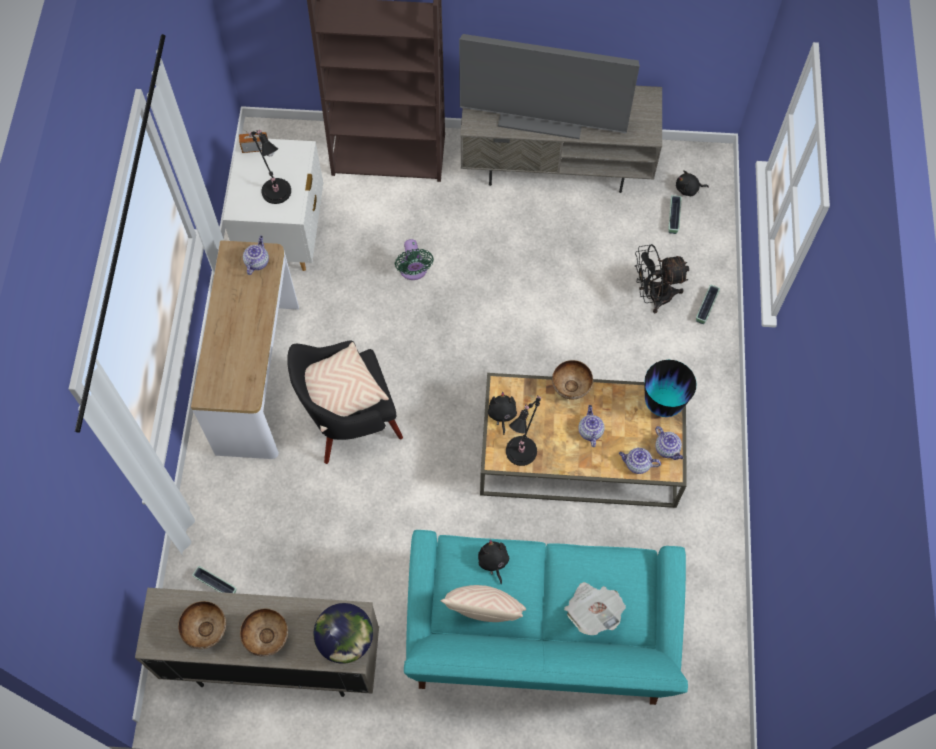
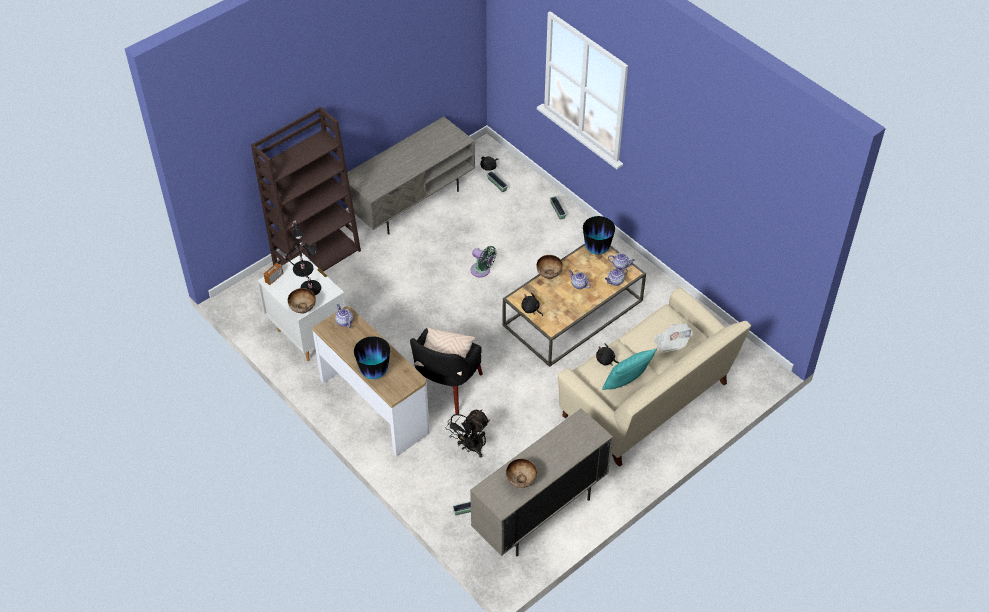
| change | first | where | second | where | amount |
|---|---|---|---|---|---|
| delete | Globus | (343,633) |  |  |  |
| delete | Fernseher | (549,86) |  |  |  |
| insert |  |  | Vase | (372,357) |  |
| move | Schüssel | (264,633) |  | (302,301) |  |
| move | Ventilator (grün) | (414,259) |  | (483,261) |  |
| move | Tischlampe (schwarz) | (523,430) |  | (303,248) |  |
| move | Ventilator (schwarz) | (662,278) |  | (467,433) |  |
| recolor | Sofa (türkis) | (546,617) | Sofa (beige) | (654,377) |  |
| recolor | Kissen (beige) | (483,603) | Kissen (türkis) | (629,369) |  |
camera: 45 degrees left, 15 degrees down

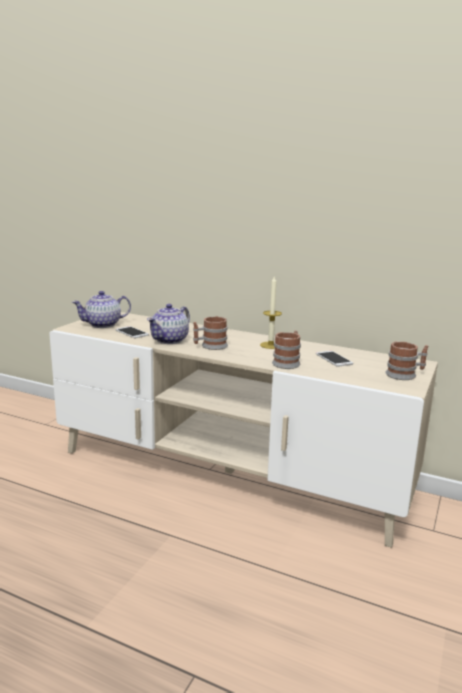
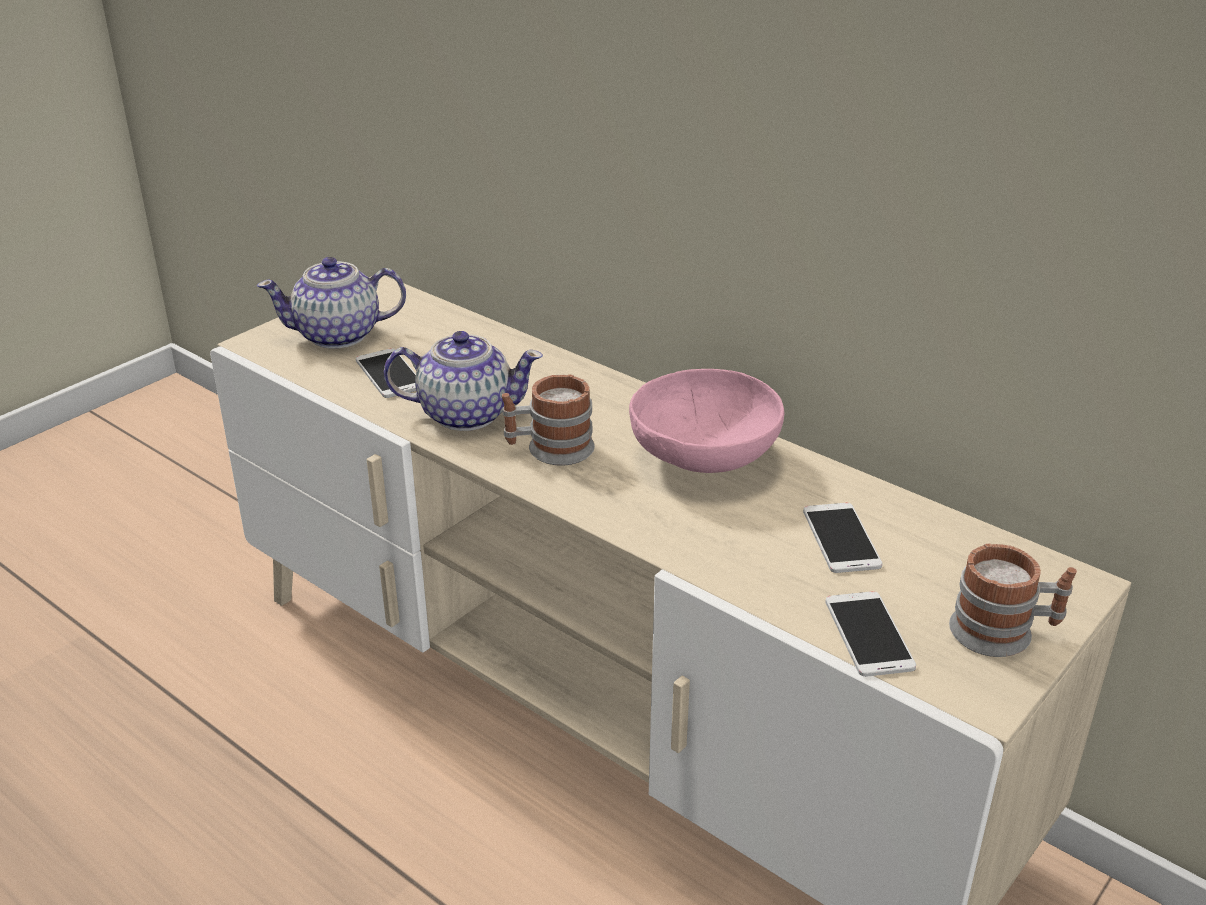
| change | first | where | second | where | amount |
|---|---|---|---|---|---|
| delete | Henkelbecher | (286,350) |  |  |  |
| insert |  |  | Handy | (870,634) |  |
| replace | Kerze | (271,312) | Schüssel (rosa) | (706,421) |  |
| rotate | Teekanne | (168,324) |  | (463,381) | 135 degrees counterclockwise |
camera: 15 degrees right, 15 degrees up

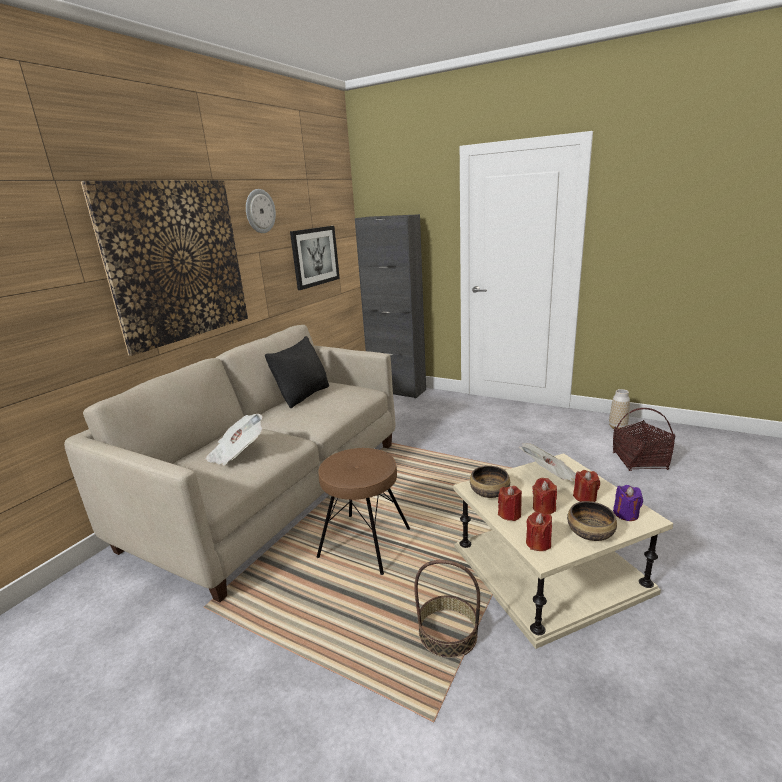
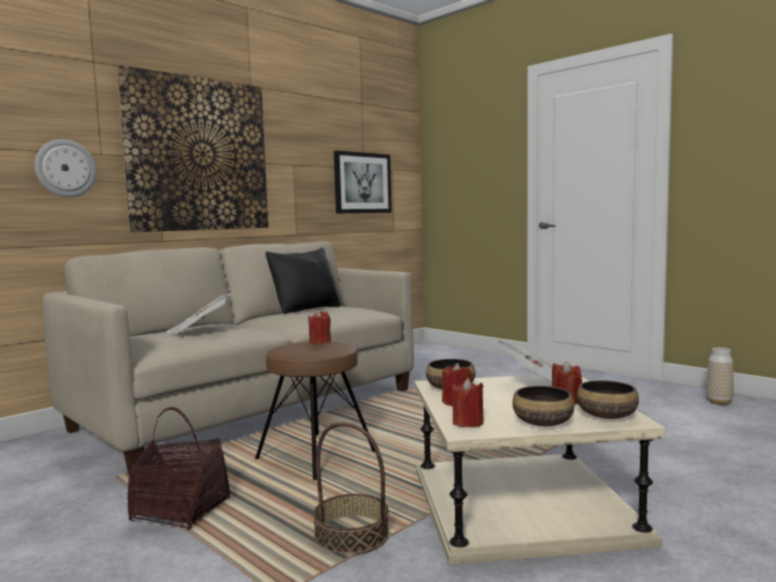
| change | first | where | second | where | amount |
|---|---|---|---|---|---|
| delete | Schrank (schwarz) | (390,306) |  |  |  |
| move | Wanduhr | (261,211) |  | (66,168) |  |
| move | Kerze (rot) | (544,496) |  | (319,327) |  |
| move | Korb | (644,439) |  | (178,468) |  |
| replace | Kerze (lila) | (628,503) | Schüssel | (608,399) |  |
camera: 15 degrees right, 15 degrees down

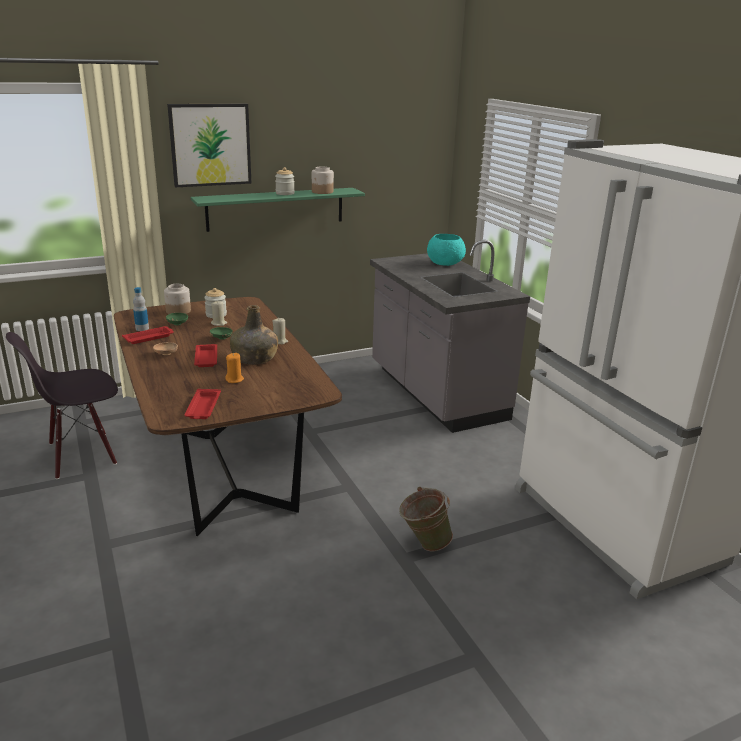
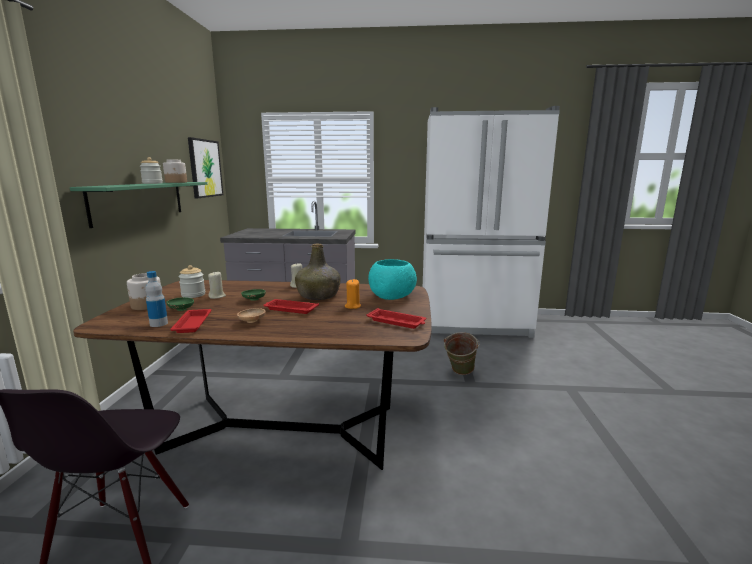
| change | first | where | second | where | amount |
|---|---|---|---|---|---|
| move | Bild | (209,145) |  | (205,167) |  |
| move | Schüssel (türkis) | (446,250) |  | (392,279) |  |
camera: 60 degrees left, 10 degrees down

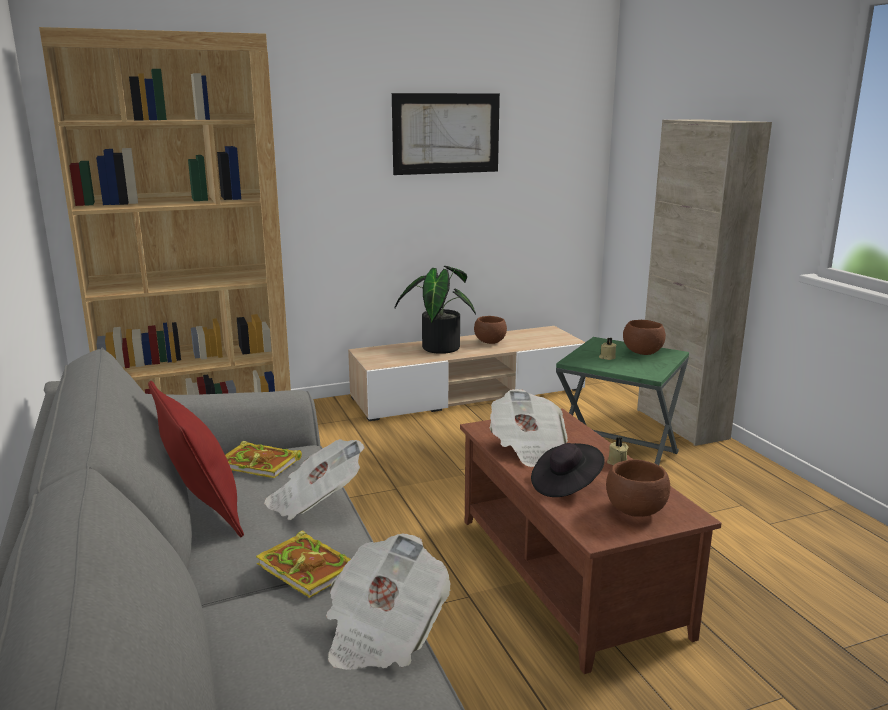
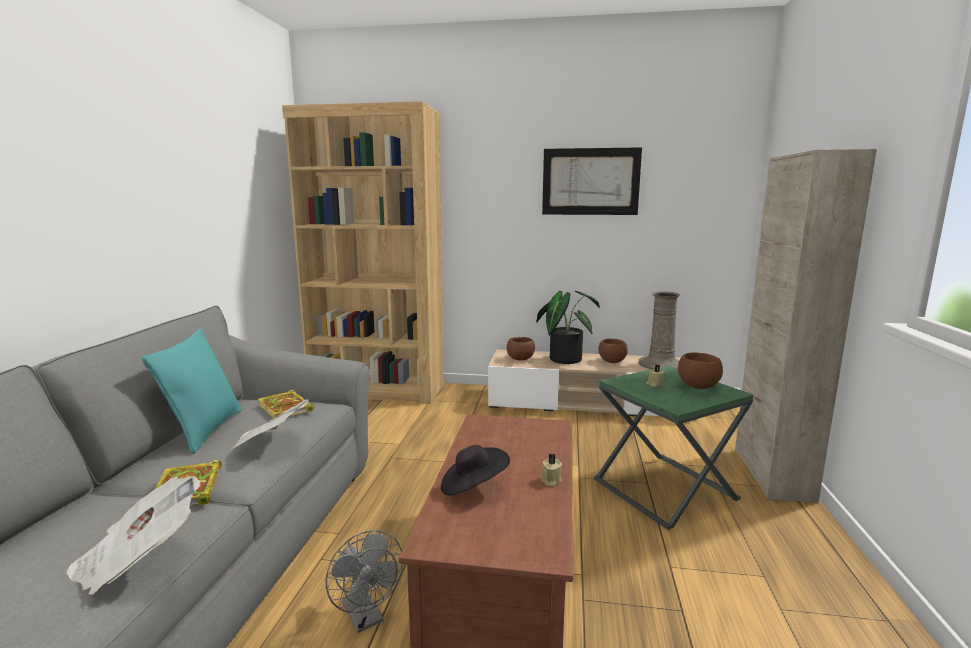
| change | first | where | second | where | amount |
|---|---|---|---|---|---|
| delete | Zeitung | (529,428) |  |  |  |
| insert |  |  | Ventilator (grau) | (364,581) |  |
| insert |  |  | Vase (beige) | (659,330) |  |
| move | Schüssel (braun) | (638,488) |  | (521,348) |  |
| recolor | Kissen (rot) | (196,459) | Kissen (türkis) | (191,391) |  |
camera: 30 degrees right, 5 degrees down

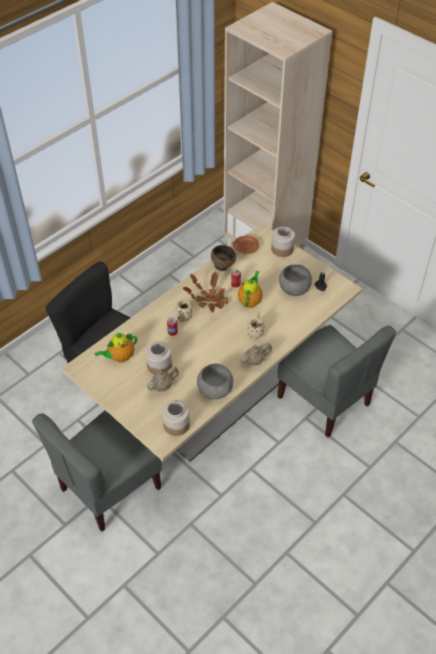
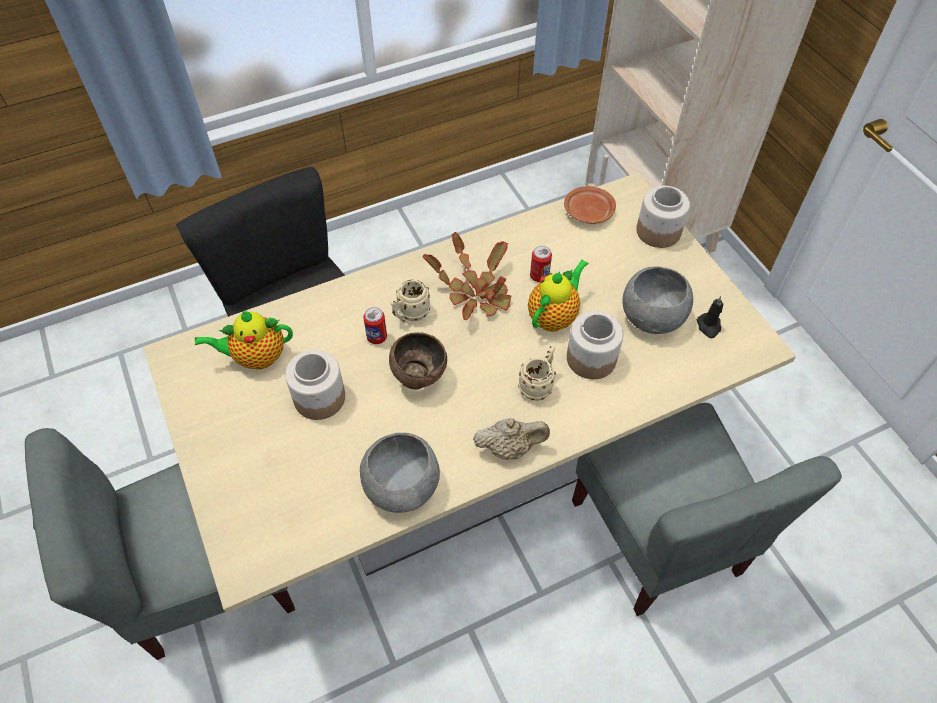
| change | first | where | second | where | amount |
|---|---|---|---|---|---|
| delete | Teekanne (beige) | (163,379) |  |  |  |
| move | Vorratsglas | (176,418) |  | (595,345) |  |
| move | Schüssel (braun) | (223,258) |  | (418,361) |  |
camera: 20 degrees right, 5 degrees up

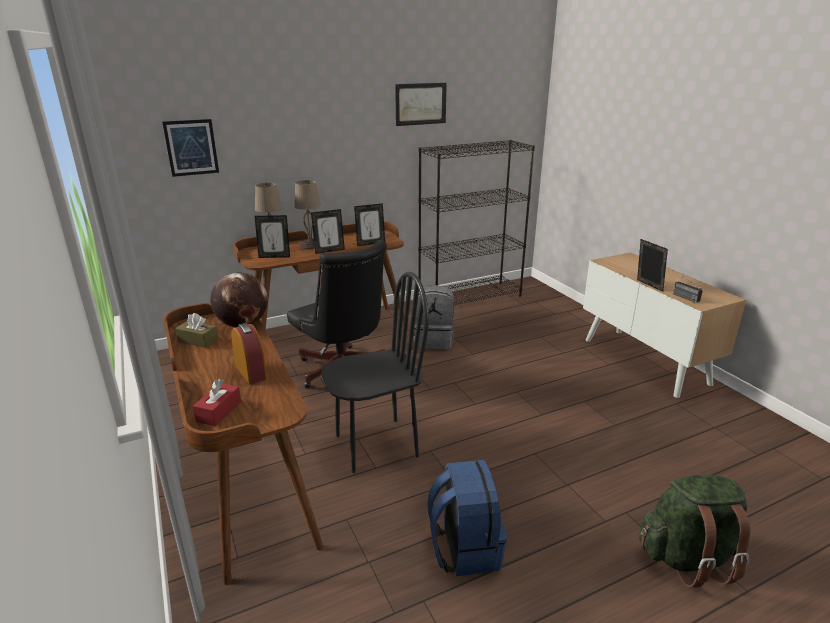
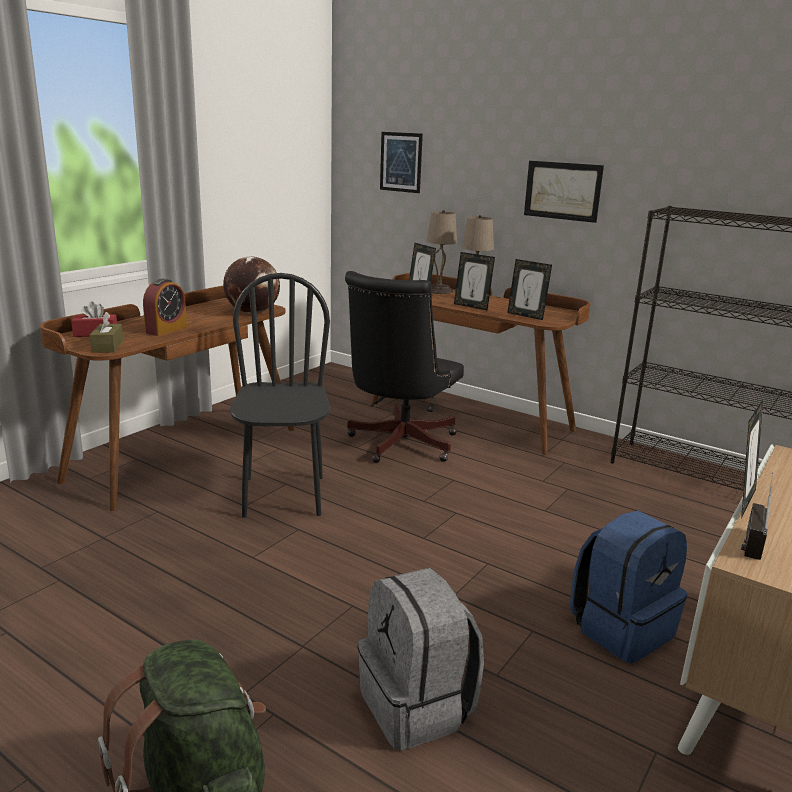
| change | first | where | second | where | amount |
|---|---|---|---|---|---|
| move | Taschentuchbox (braun) | (196,330) |  | (106,332) |  |
| move | Bild | (421,104) |  | (564,192) |  |
| move | Rucksack (grau) | (433,317) |  | (420,659) |  |
| move | Rucksack (blau) | (467,518) |  | (629,587) |  |
| rotate | Stuhl (schwarz) | (375,372) |  | (280,395) | 135 degrees counterclockwise |
camera: 60 degrees right, 5 degrees down

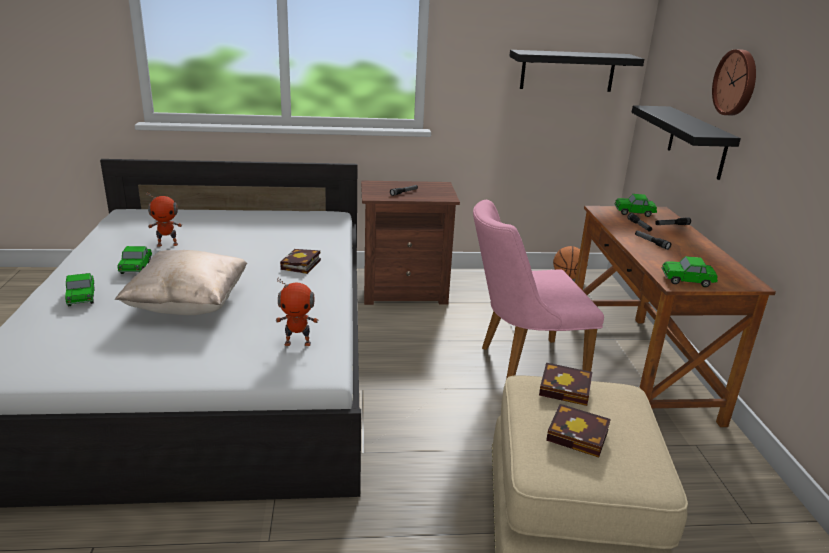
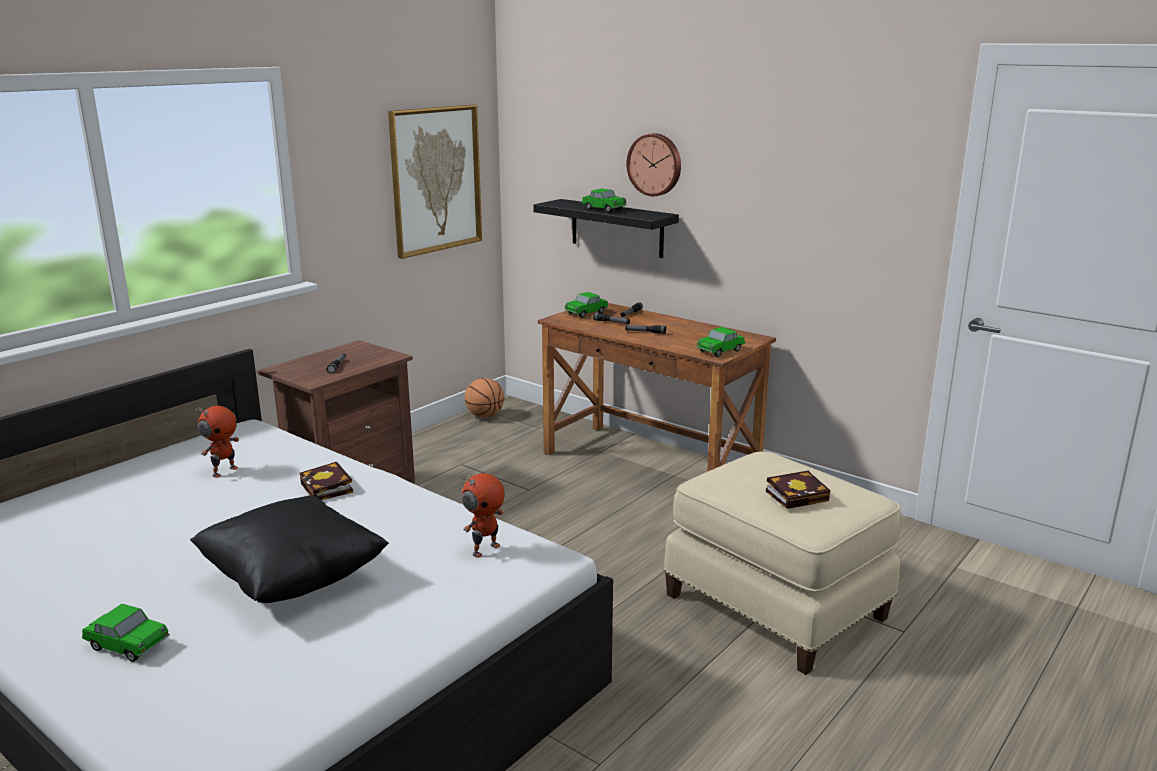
| change | first | where | second | where | amount |
|---|---|---|---|---|---|
| delete | Stuhl (rosa) | (538,289) |  |  |  |
| delete | Buch | (566,384) |  |  |  |
| move | Spielzeugauto | (135,260) |  | (604,200) |  |
| move | Spielzeugroboter | (164,219) |  | (217,442) |  |
| replace | Wandregal (schwarz) | (576,71) | Bild | (435,182) |  |
| recolor | Kissen (beige) | (181,282) | Kissen (schwarz) | (289,549) |  |
camera: 45 degrees left, 5 degrees down

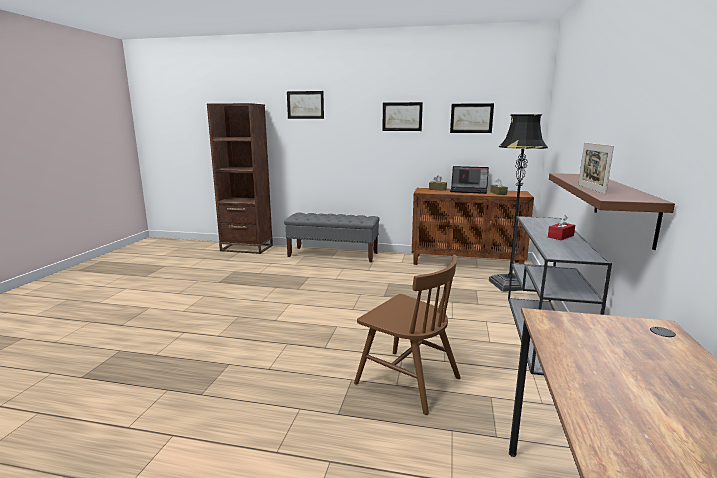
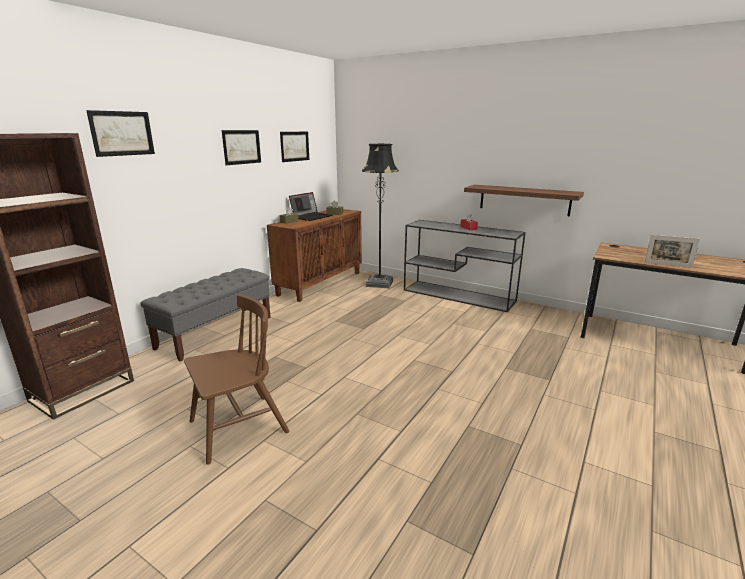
| change | first | where | second | where | amount |
|---|---|---|---|---|---|
| move | Stuhl (braun) | (407,334) |  | (237,380) |  |
| move | Bilderrahmen | (596,168) |  | (672,251) |  |
camera: 70 degrees left, 5 degrees up

